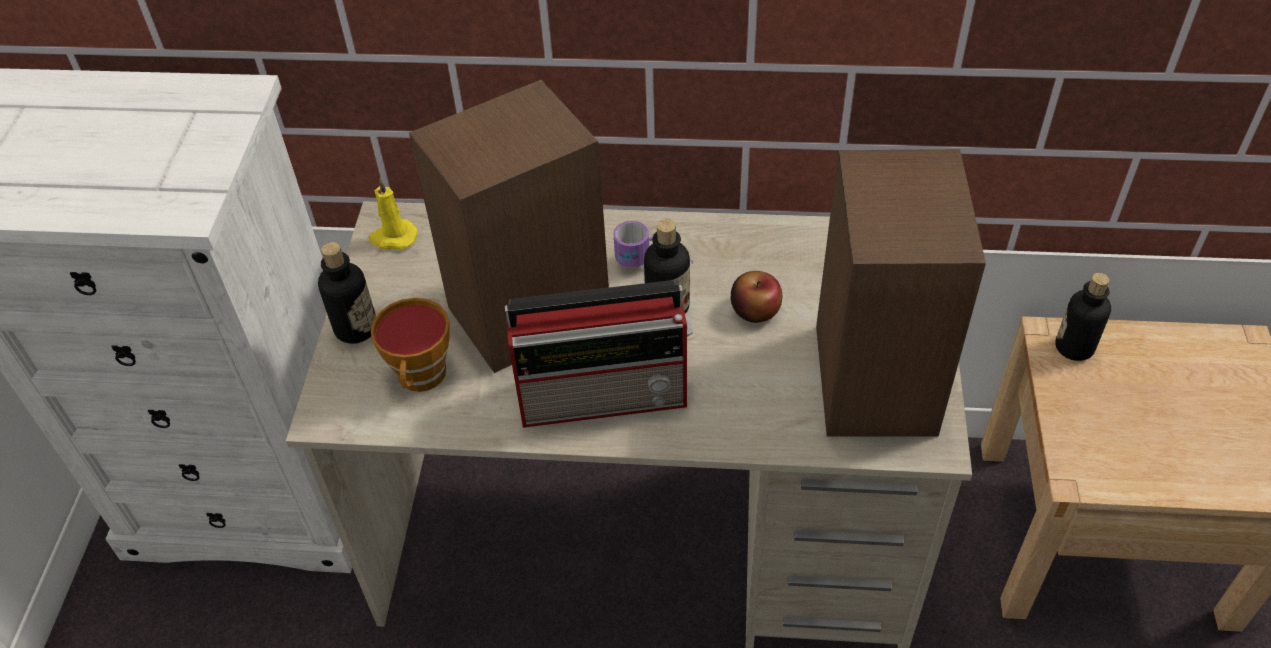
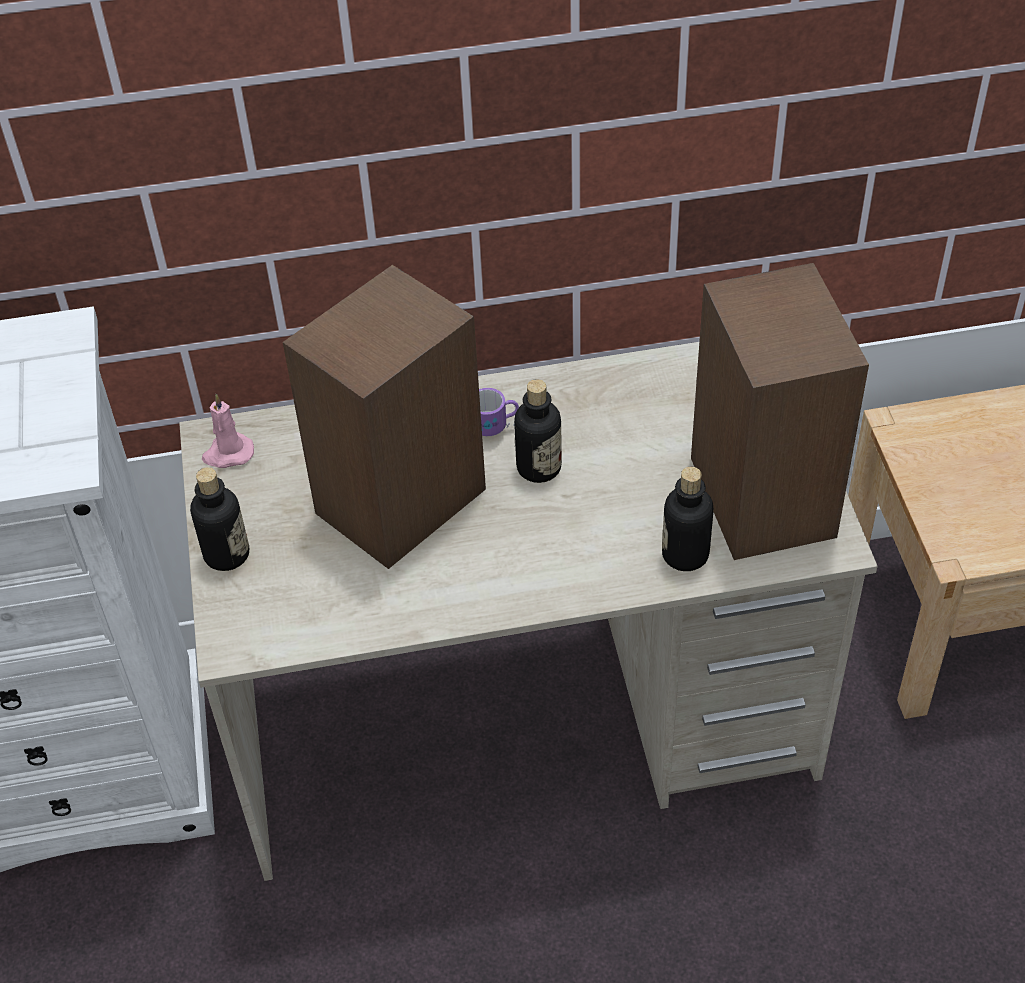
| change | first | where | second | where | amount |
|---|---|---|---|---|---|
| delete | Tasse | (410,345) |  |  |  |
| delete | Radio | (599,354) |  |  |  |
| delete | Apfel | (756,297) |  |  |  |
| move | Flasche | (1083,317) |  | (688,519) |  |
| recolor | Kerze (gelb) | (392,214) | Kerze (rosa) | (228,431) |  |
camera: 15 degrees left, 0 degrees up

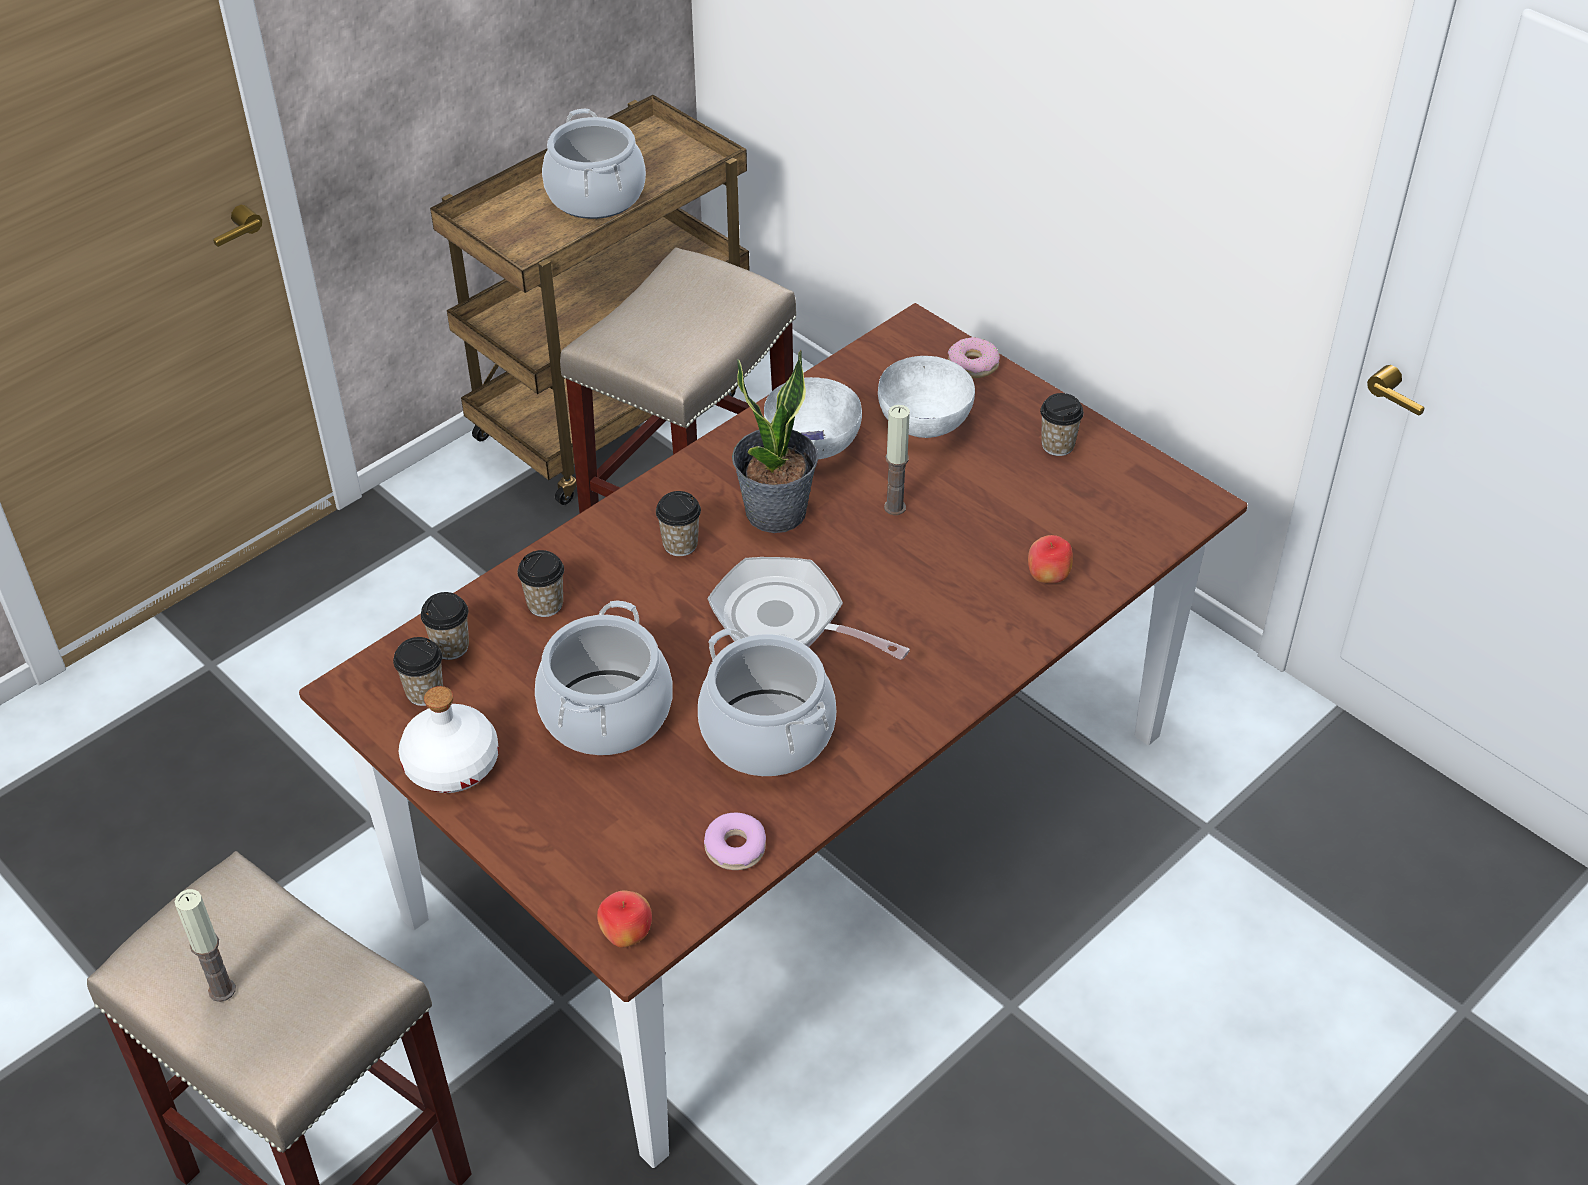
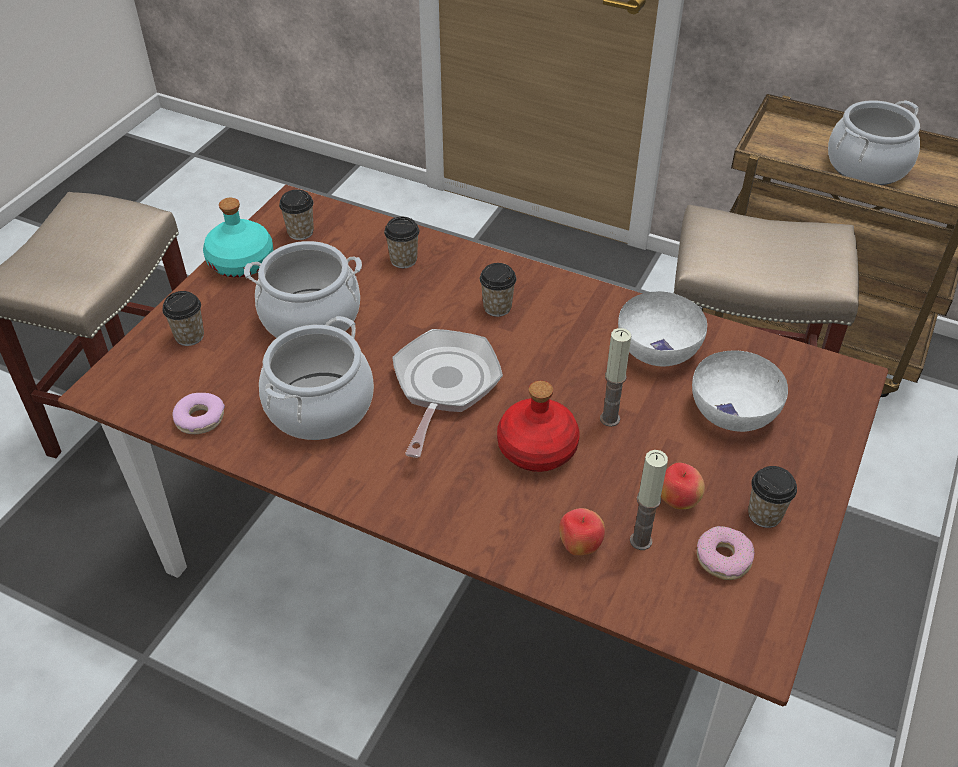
| change | first | where | second | where | amount |
|---|---|---|---|---|---|
| delete | Topfpflanze | (775,441) |  |  |  |
| insert |  |  | Flasche (rot) | (538,426) |  |
| move | Kerze | (205,945) |  | (649,500) |  |
| move | Tasse | (445,626) |  | (183,318) |  |
| move | Apfel | (624,919) |  | (683,486) |  |
| move | Donut | (974,357) |  | (725,553) |  |
| recolor | Flasche (weiß) | (449,739) | Flasche (türkis) | (238,237) |  |
camera: 70 degrees right, 0 degrees up

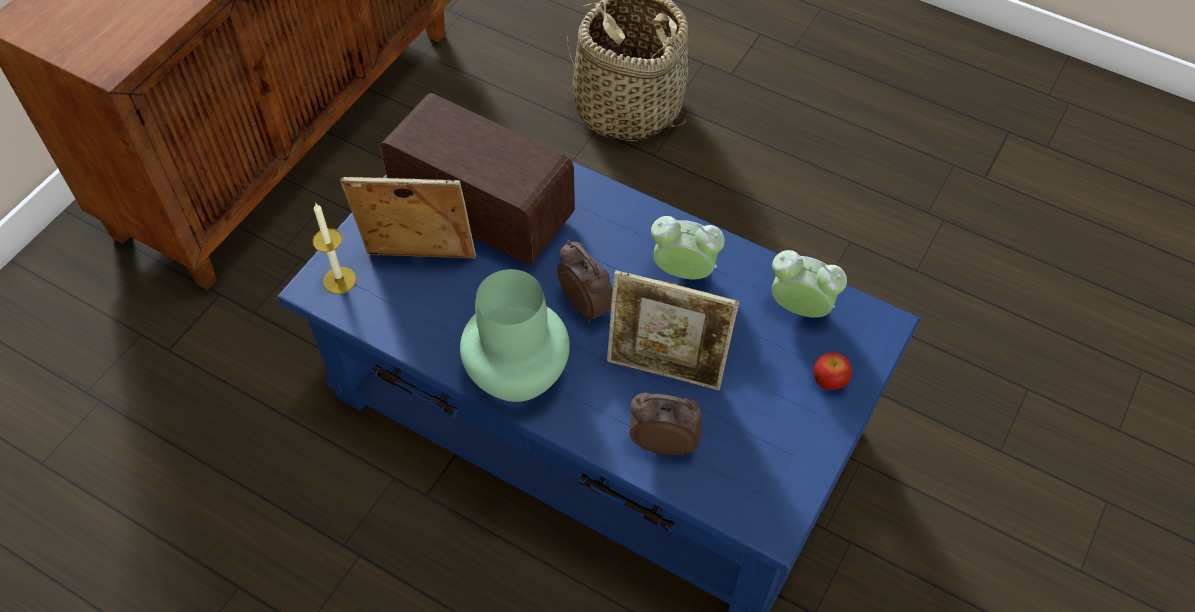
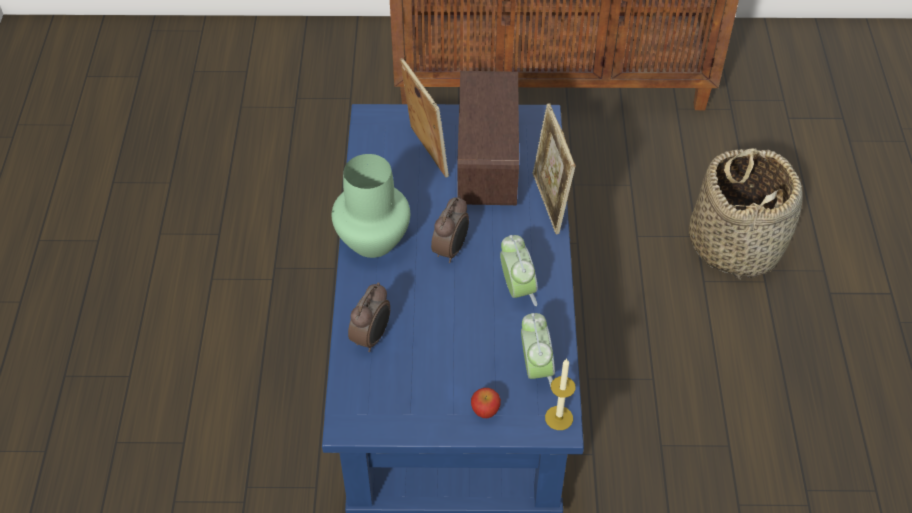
| change | first | where | second | where | amount |
|---|---|---|---|---|---|
| move | Kerze | (334,248) |  | (560,394) |  |
| move | Bilderrahmen | (673,330) |  | (554,169) |  |
| rotate | Wecker | (666,424) |  | (369,317) | 45 degrees clockwise |
camera: 60 degrees right, 5 degrees down

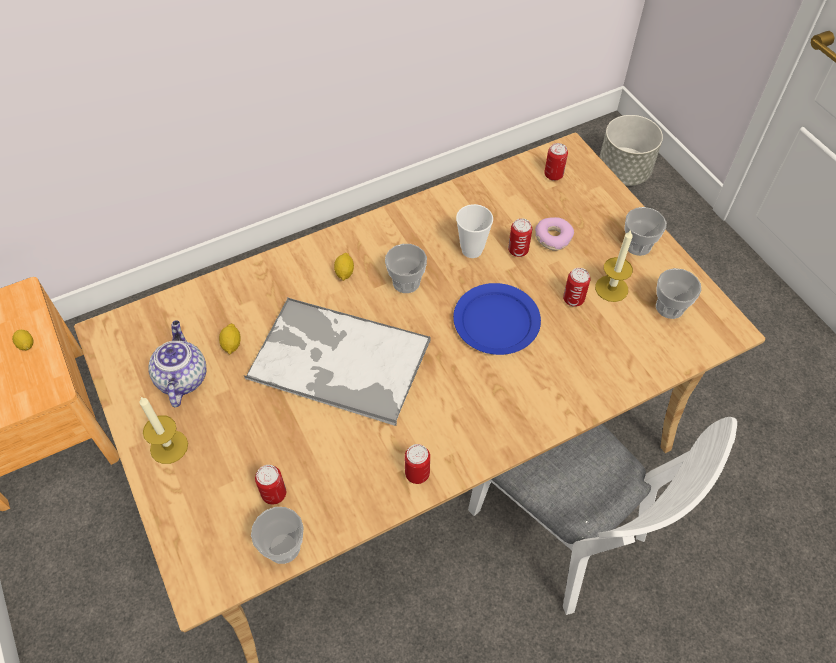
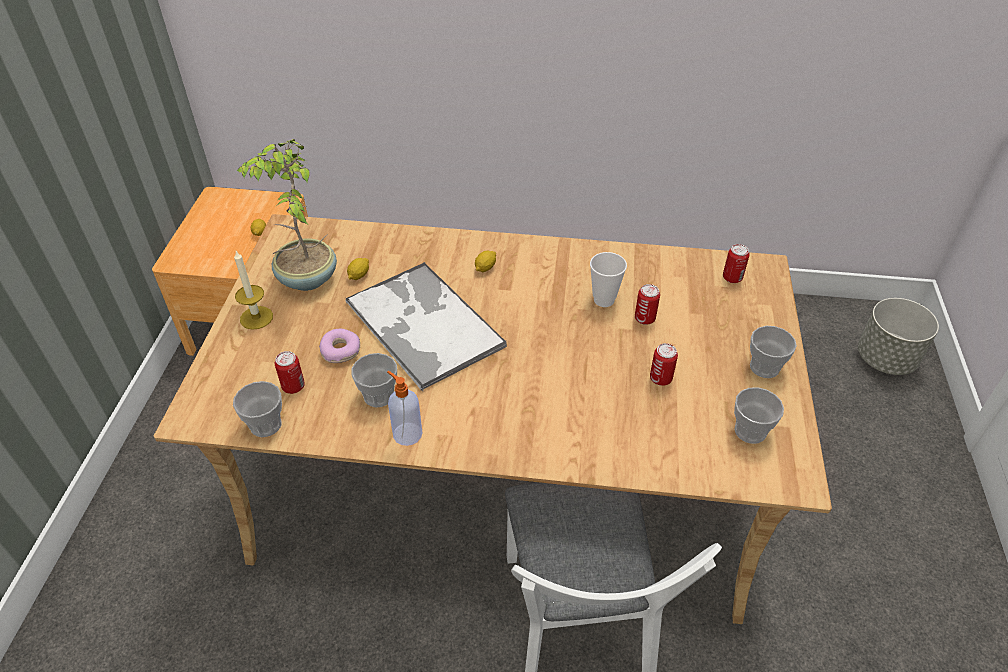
| change | first | where | second | where | amount |
|---|---|---|---|---|---|
| delete | Teller (blau) | (497,319) |  |  |  |
| delete | Kerze | (614,265) |  |  |  |
| move | Tasse | (406,268) |  | (374,380) |  |
| move | Donut | (554,234) |  | (339,346) |  |
| replace | Teekanne | (177,363) | Topfpflanze | (287,215) |  |
| replace | Dose | (417,464) | Seifenspender | (404,408) |  |
camera: 35 degrees right, 10 degrees down

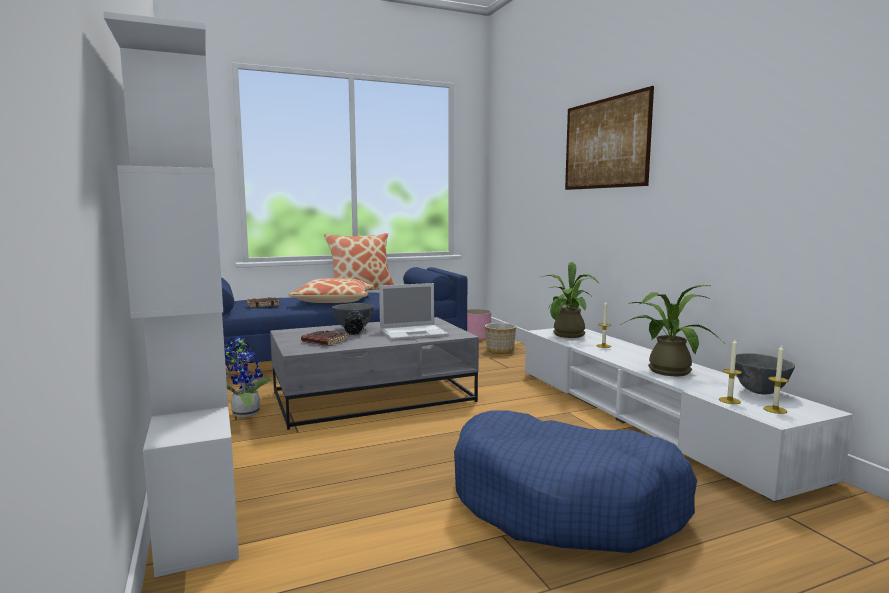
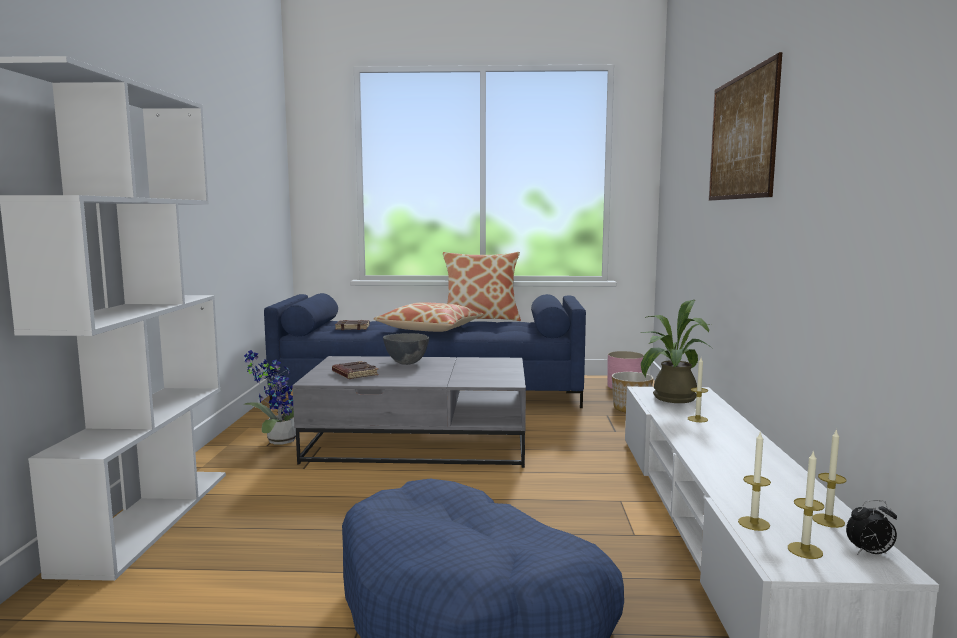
| change | first | where | second | where | amount |
|---|---|---|---|---|---|
| delete | Laptop | (414,312) |  |  |  |
| delete | Topfpflanze | (672,330) |  |  |  |
| move | Wecker | (354,324) |  | (871,527) |  |
| replace | Schüssel (grau) | (765,374) | Kerze | (829,478) |  |
camera: 25 degrees right, 0 degrees up

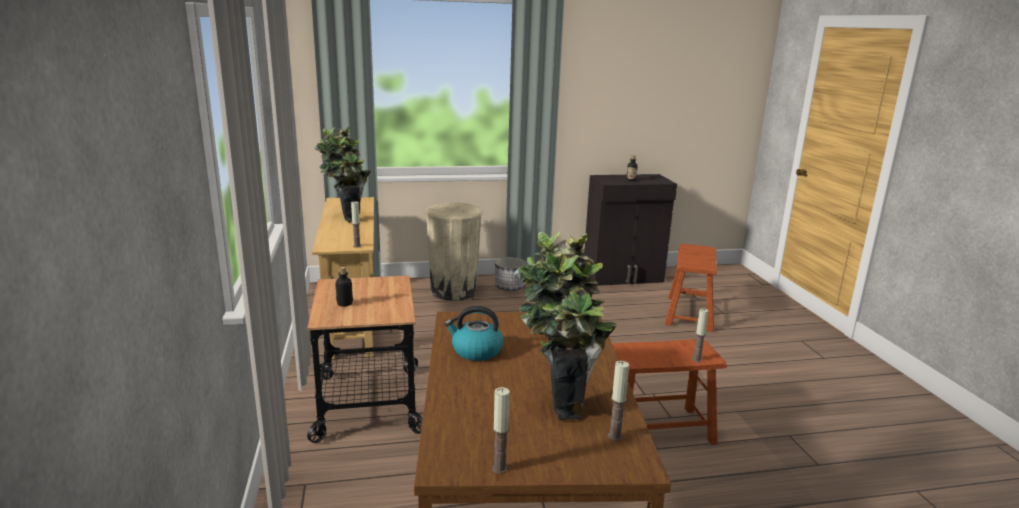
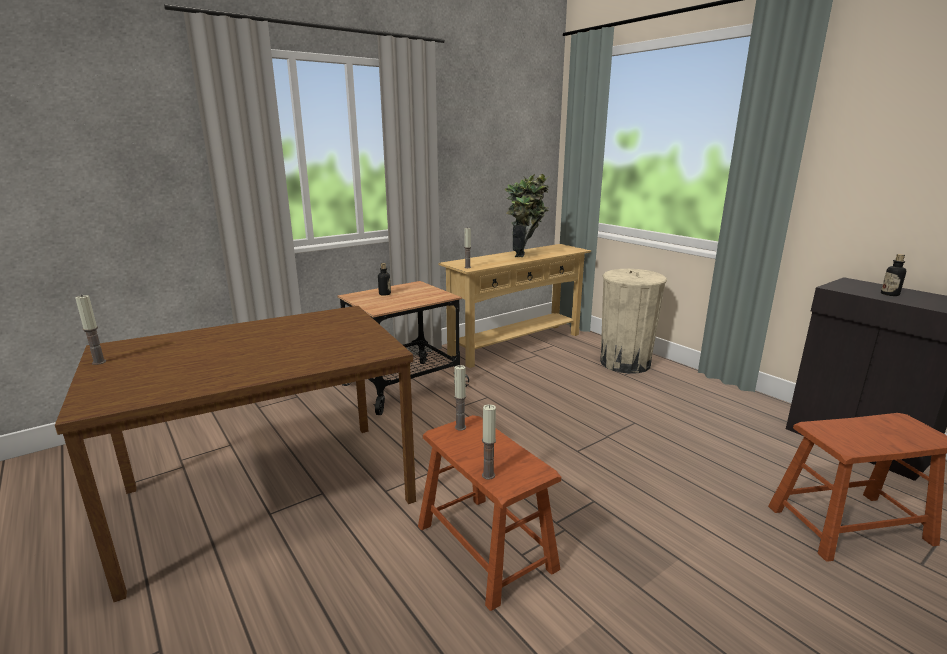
| change | first | where | second | where | amount |
|---|---|---|---|---|---|
| delete | Wasserkessel | (474,333) |  |  |  |
| delete | Pflanzkübel | (510,274) |  |  |  |
| delete | Topfpflanze | (565,326) |  |  |  |
| move | Kerze | (618,401) |  | (460,398) |  |
camera: 65 degrees right, 0 degrees up

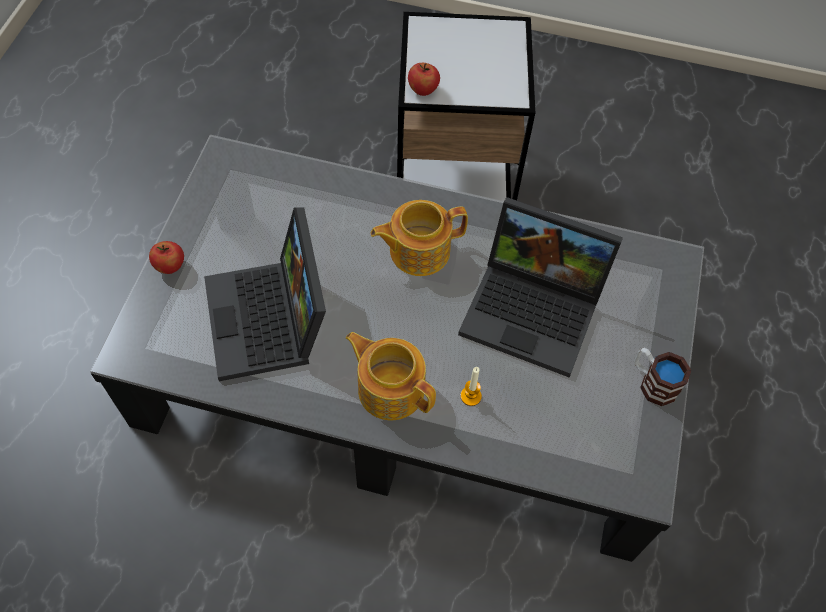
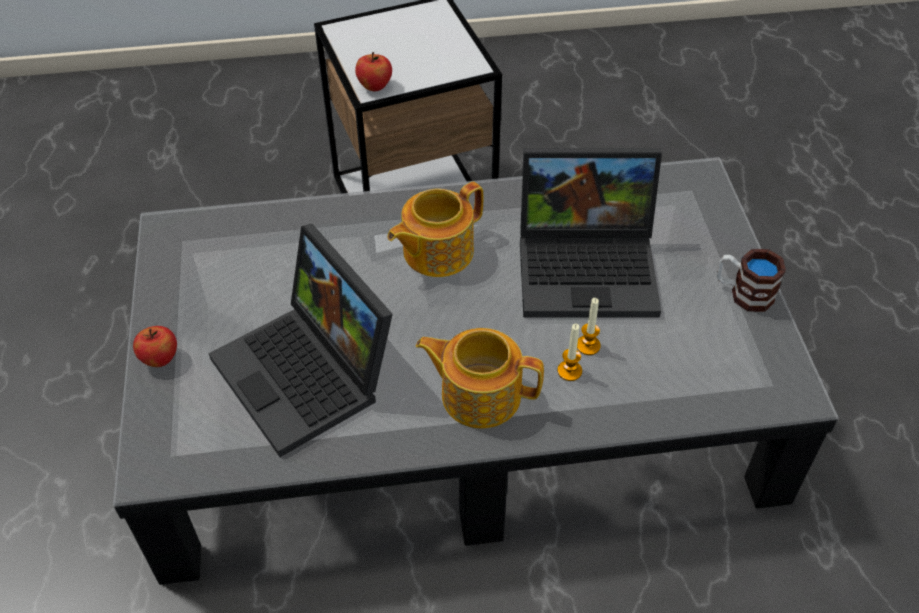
| change | first | where | second | where | amount |
|---|---|---|---|---|---|
| insert |  |  | Kerze | (589,326) |  |
camera: 20 degrees left, 10 degrees down

